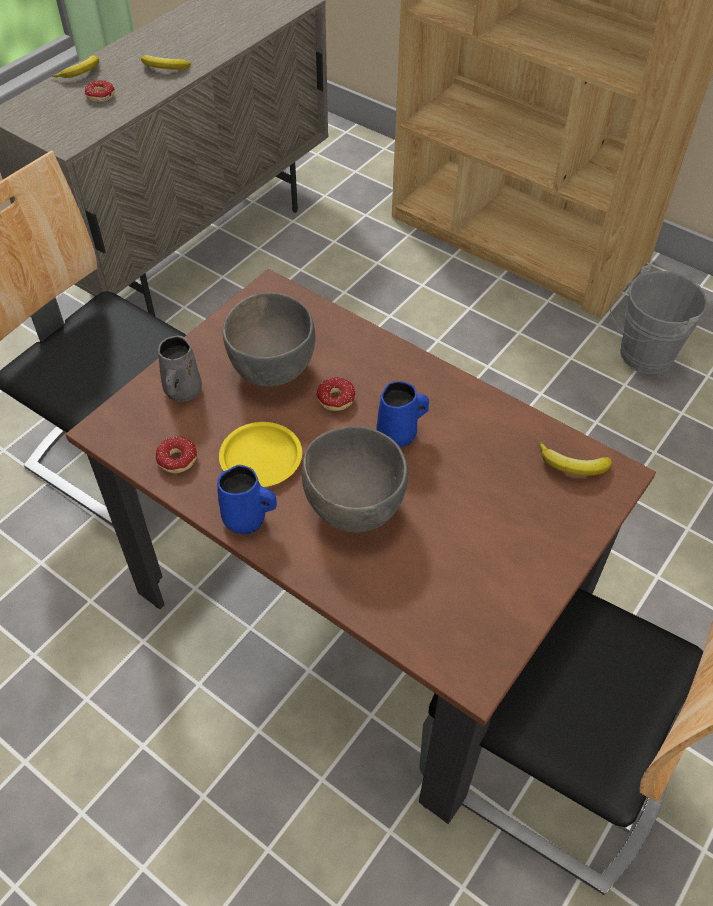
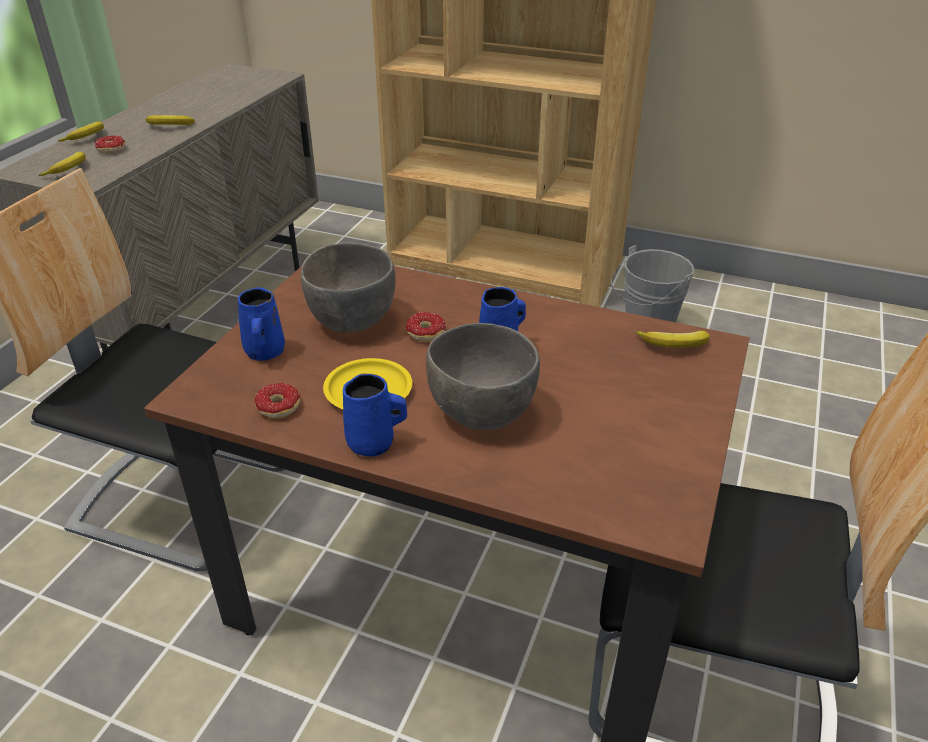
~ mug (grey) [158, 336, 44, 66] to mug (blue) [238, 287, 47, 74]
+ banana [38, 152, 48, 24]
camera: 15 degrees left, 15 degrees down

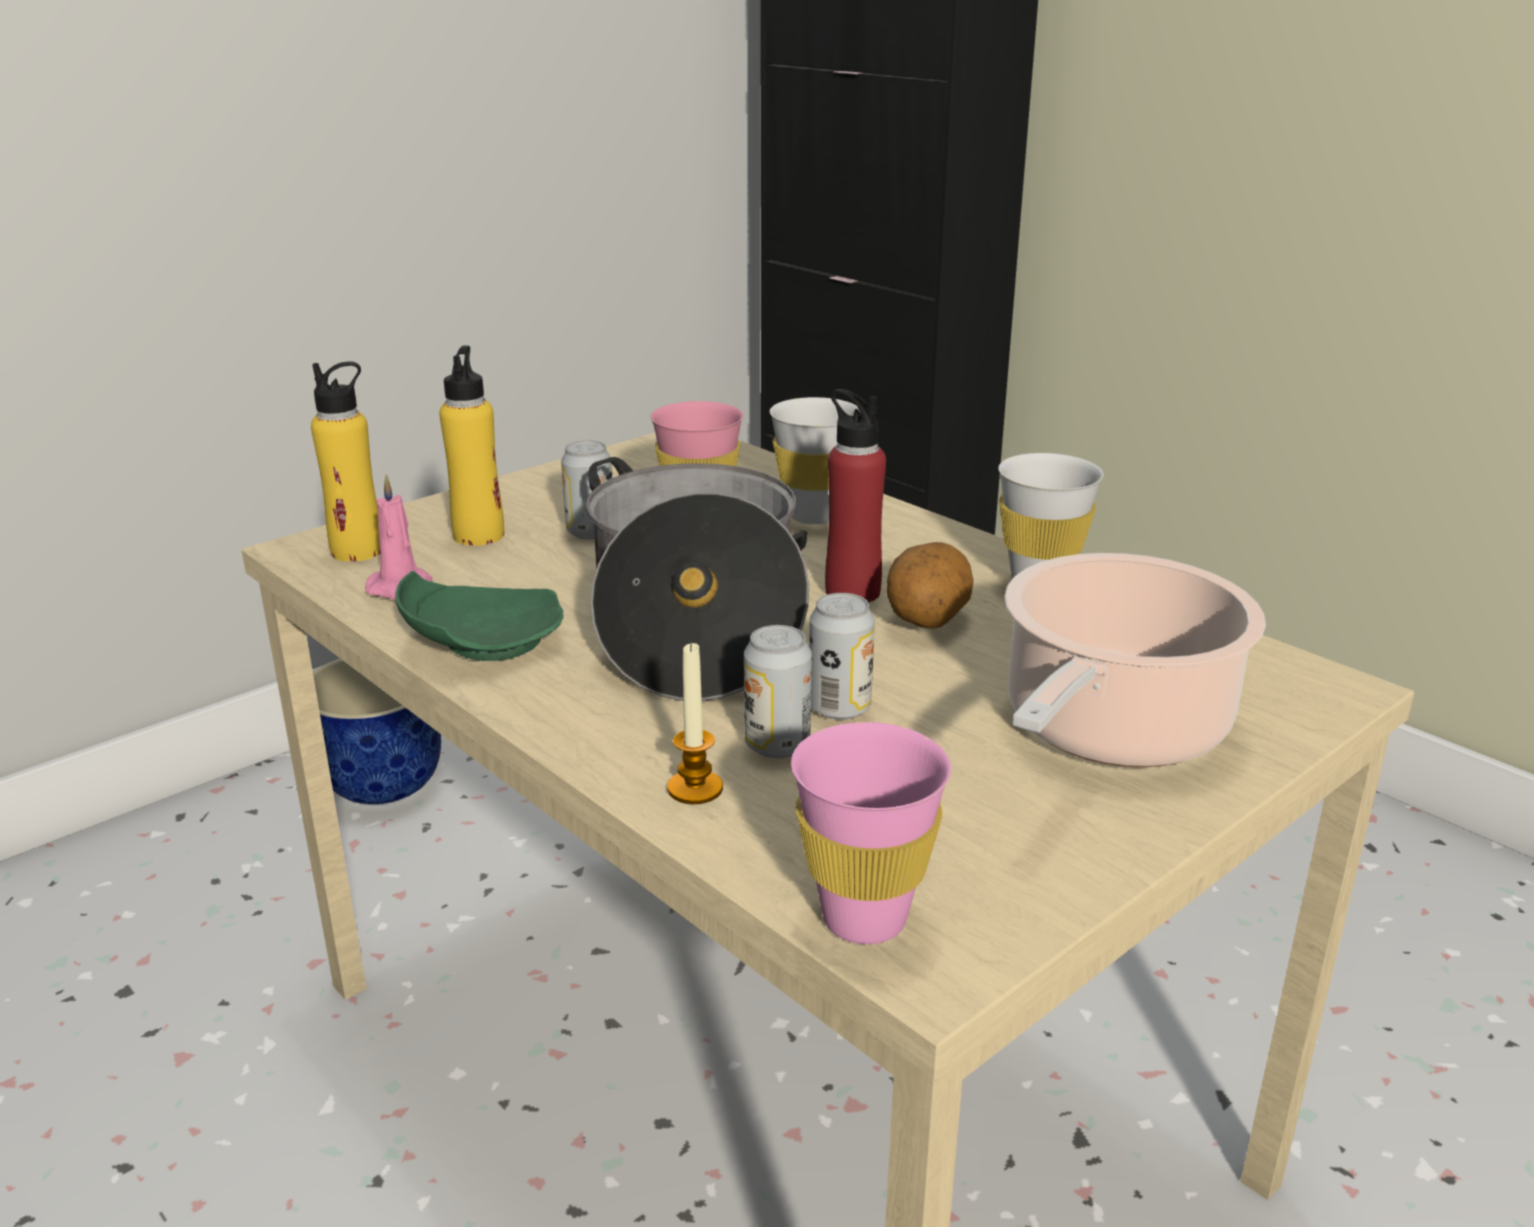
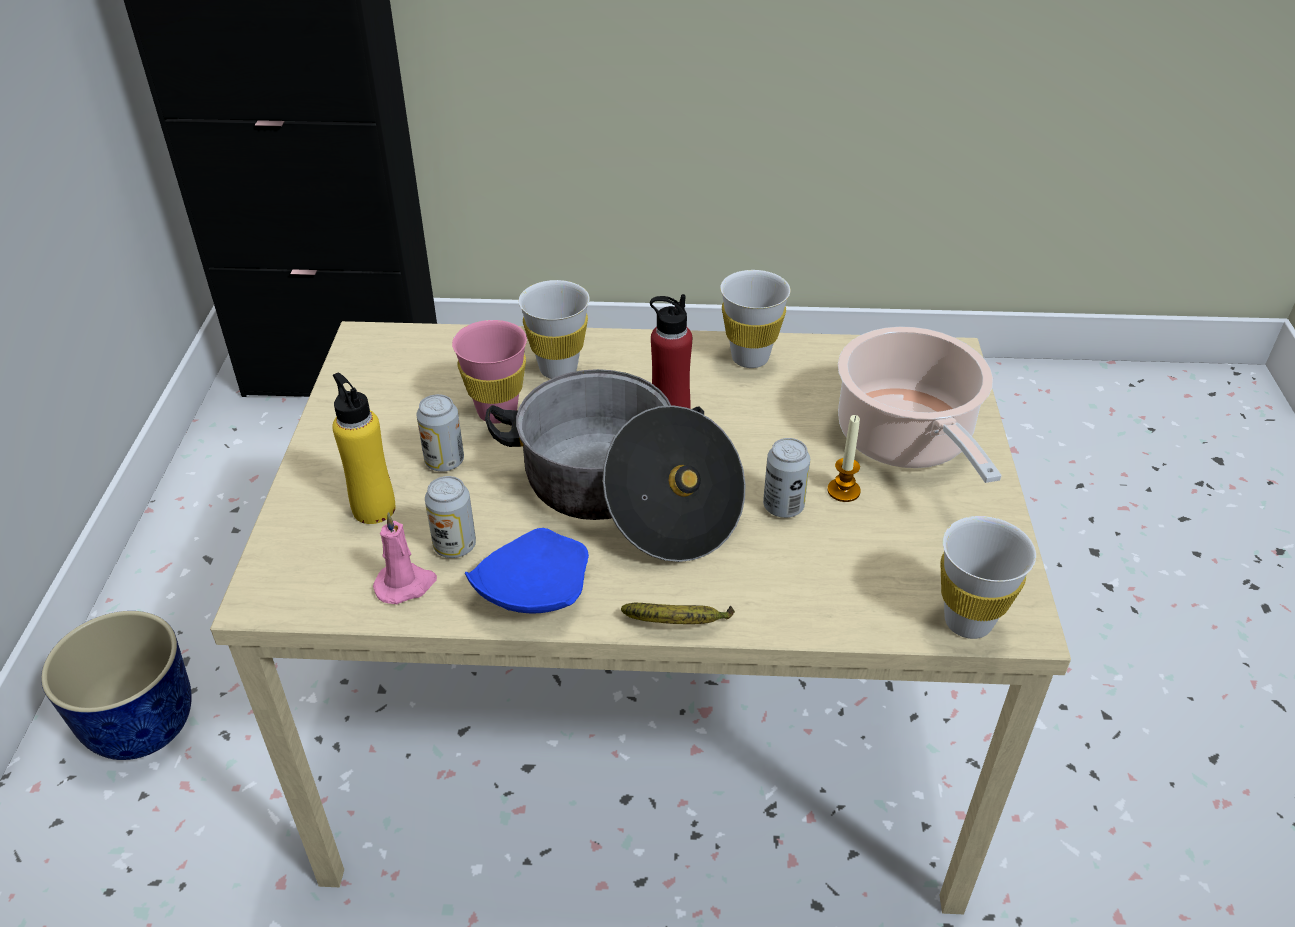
- bottle (yellow) [311, 361, 69, 200]
~ plate (green) [395, 571, 169, 90] to plate (blue) [465, 528, 124, 85]
~ candle [667, 642, 56, 162] to [827, 415, 34, 87]
~ can [744, 625, 68, 133] to [425, 476, 51, 82]
~ cup (pink) [791, 722, 160, 222] to cup (white) [940, 516, 96, 123]
- potato [886, 542, 88, 87]
+ banana [621, 603, 114, 21]
camera: 45 degrees left, 15 degrees up

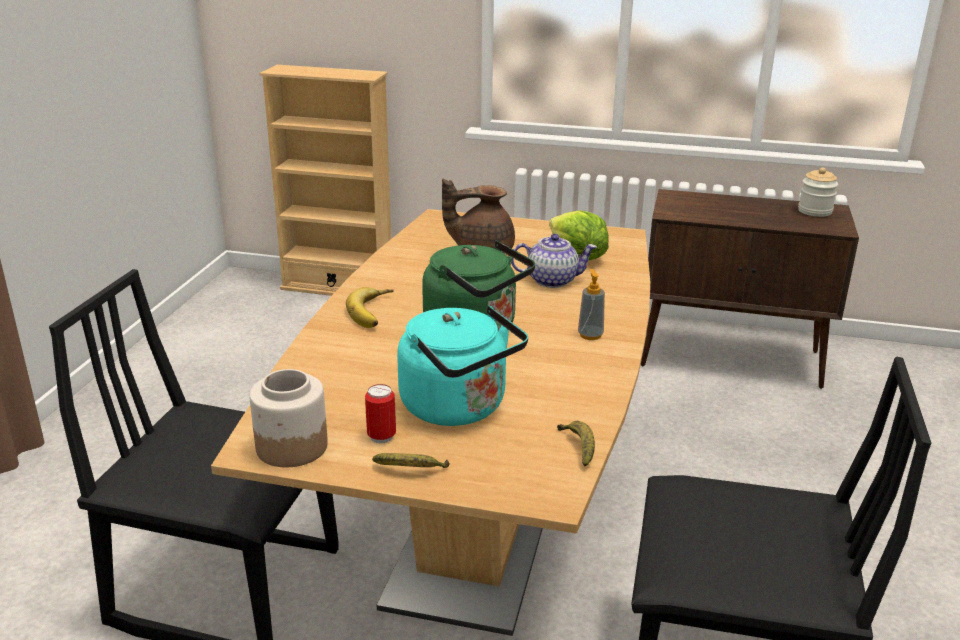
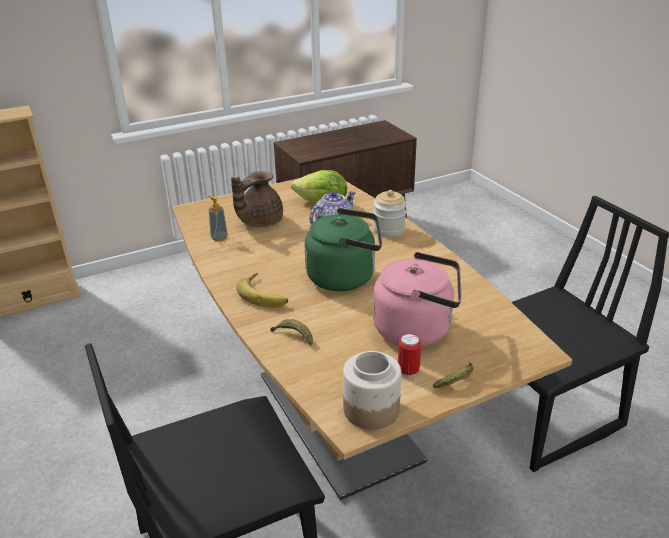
~ kettle (turquoise) [397, 306, 131, 120] to kettle (pink) [373, 252, 89, 95]
~ banana [557, 421, 38, 46] to [270, 319, 43, 26]
~ soap dispenser [578, 269, 27, 71] to [208, 195, 20, 46]
~ jar [798, 167, 40, 50] to [373, 190, 34, 47]
camera: 40 degrees left, 5 degrees up

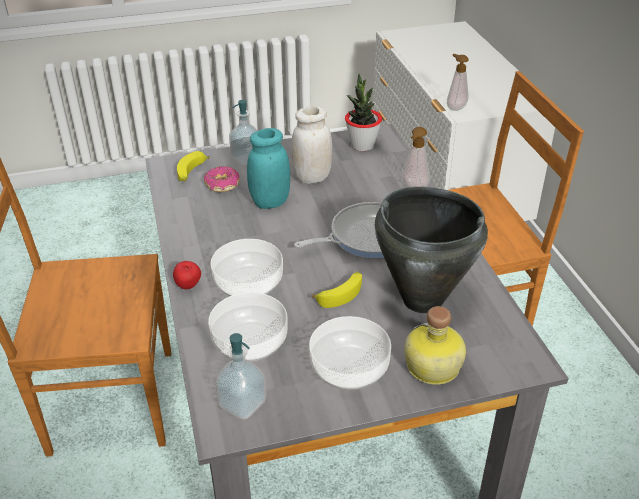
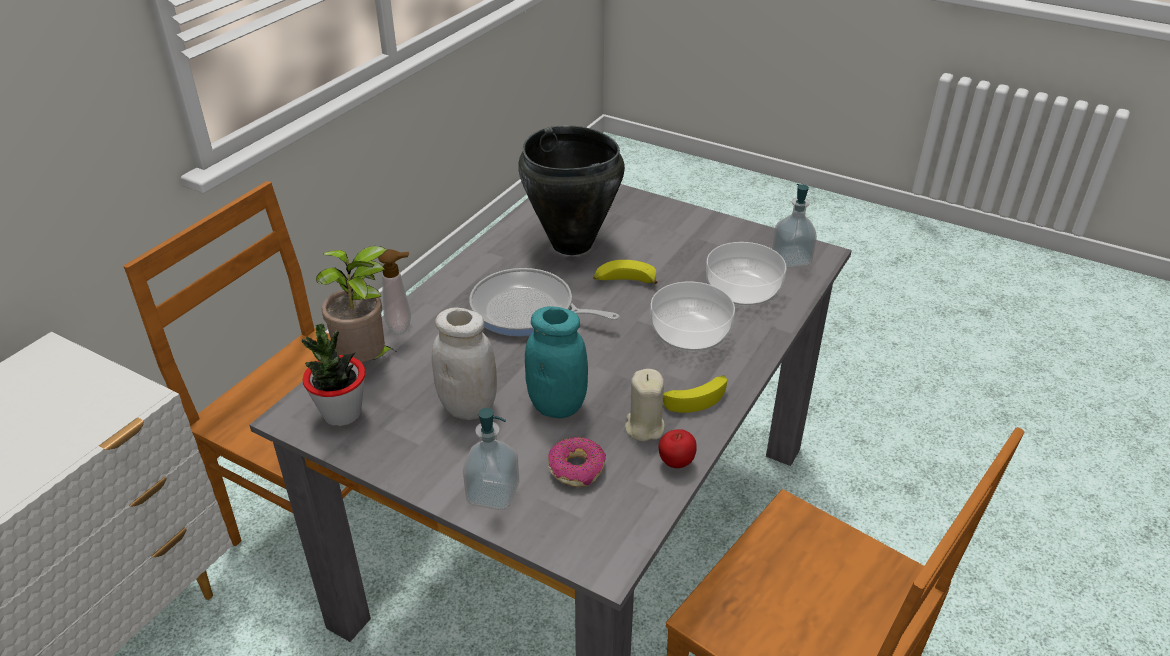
~ apple [173, 261, 28, 28] to [659, 429, 38, 39]
~ banana [177, 151, 32, 30] to [663, 375, 64, 38]
- bowl [309, 316, 82, 74]
- bottle [404, 306, 62, 79]
- soap dispenser [447, 54, 22, 57]
+ potted plant [316, 246, 82, 117]
+ candle (beige) [625, 369, 40, 73]
camera: 135 degrees left, 0 degrees up

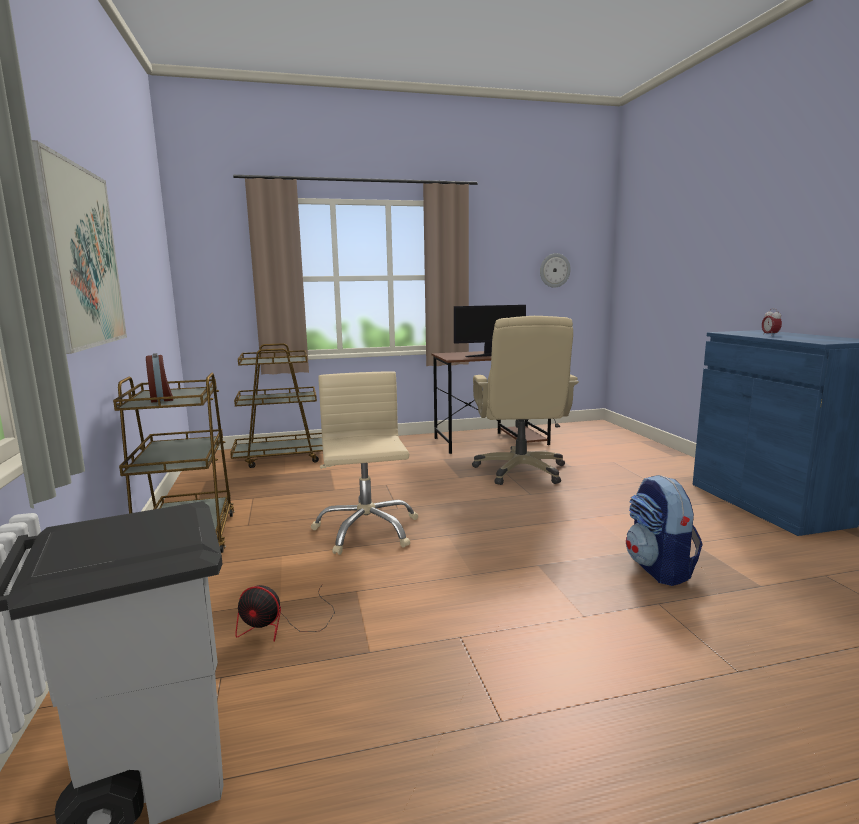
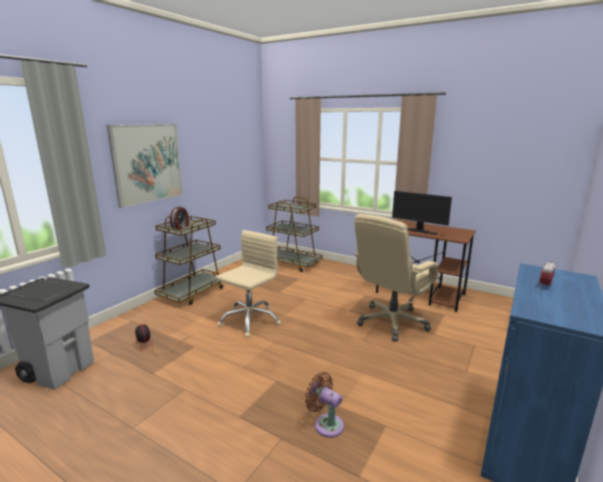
- wall clock [540, 253, 31, 35]
~ backpack [626, 475, 77, 111] to fan (brown) [305, 372, 39, 66]
camera: 45 degrees right, 5 degrees up

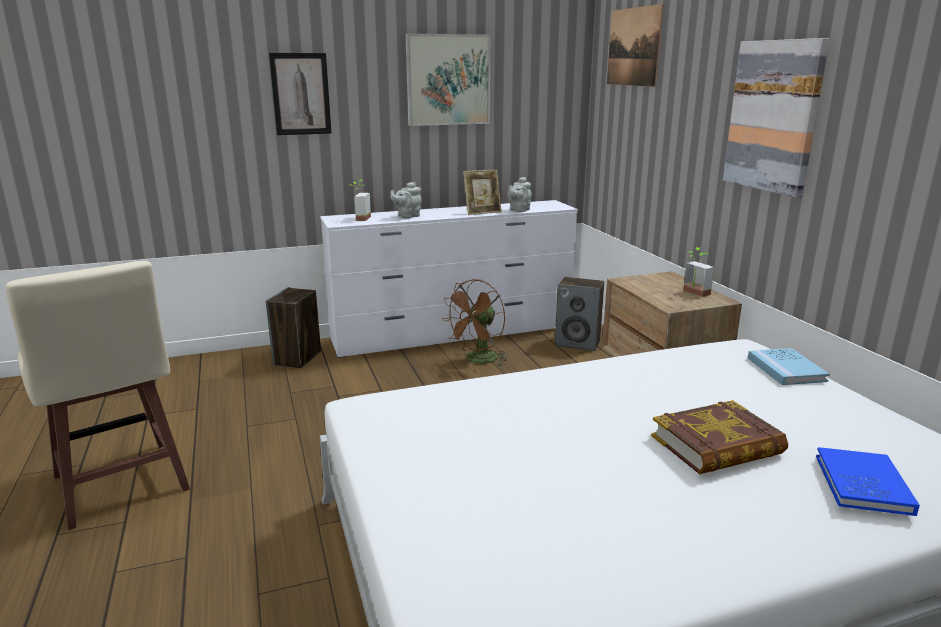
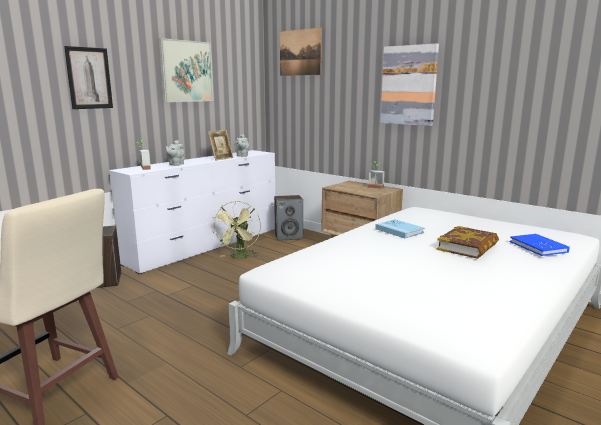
~ fan (brown) [442, 279, 66, 87] to fan (green) [213, 201, 48, 57]
~ book (blue) [748, 348, 82, 37] to [375, 219, 49, 19]
camera: 30 degrees left, 5 degrees down

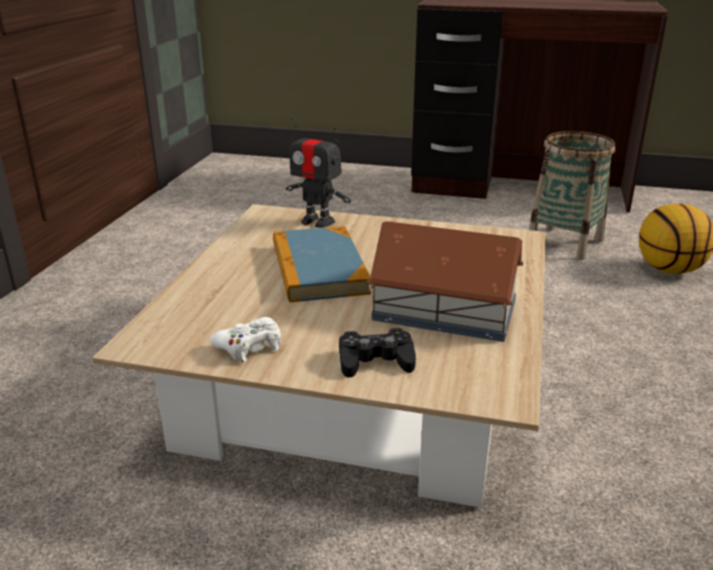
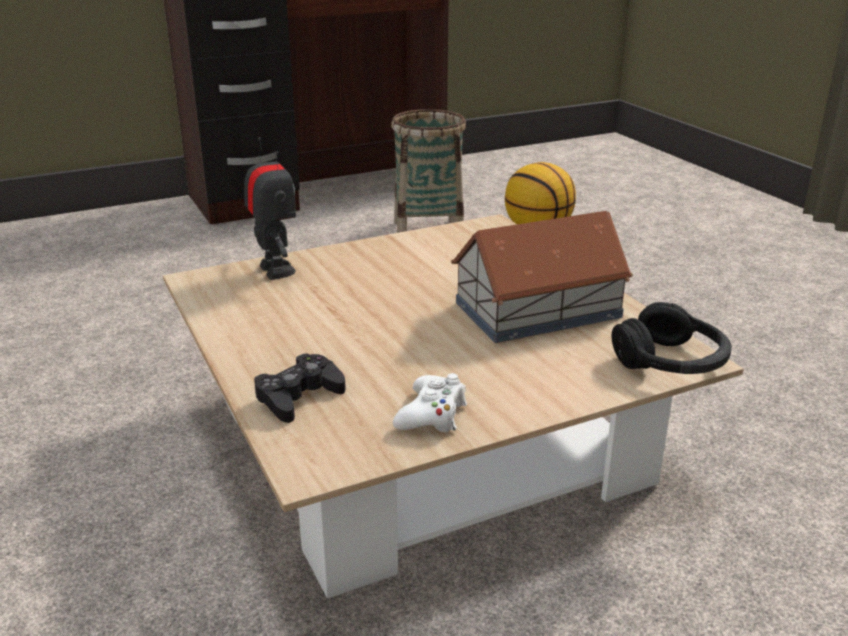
- book [273, 226, 98, 76]
~ toy robot [286, 117, 65, 111] = [244, 137, 52, 143] 105 degrees counterclockwise
~ game controller (black) [339, 328, 77, 49] to [254, 353, 92, 70]
+ headphones (black) [611, 302, 121, 72]
camera: 40 degrees left, 0 degrees up

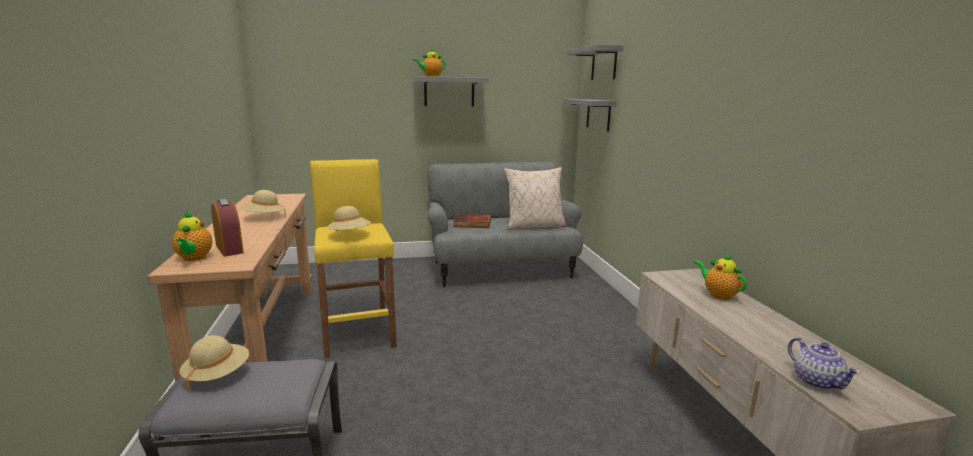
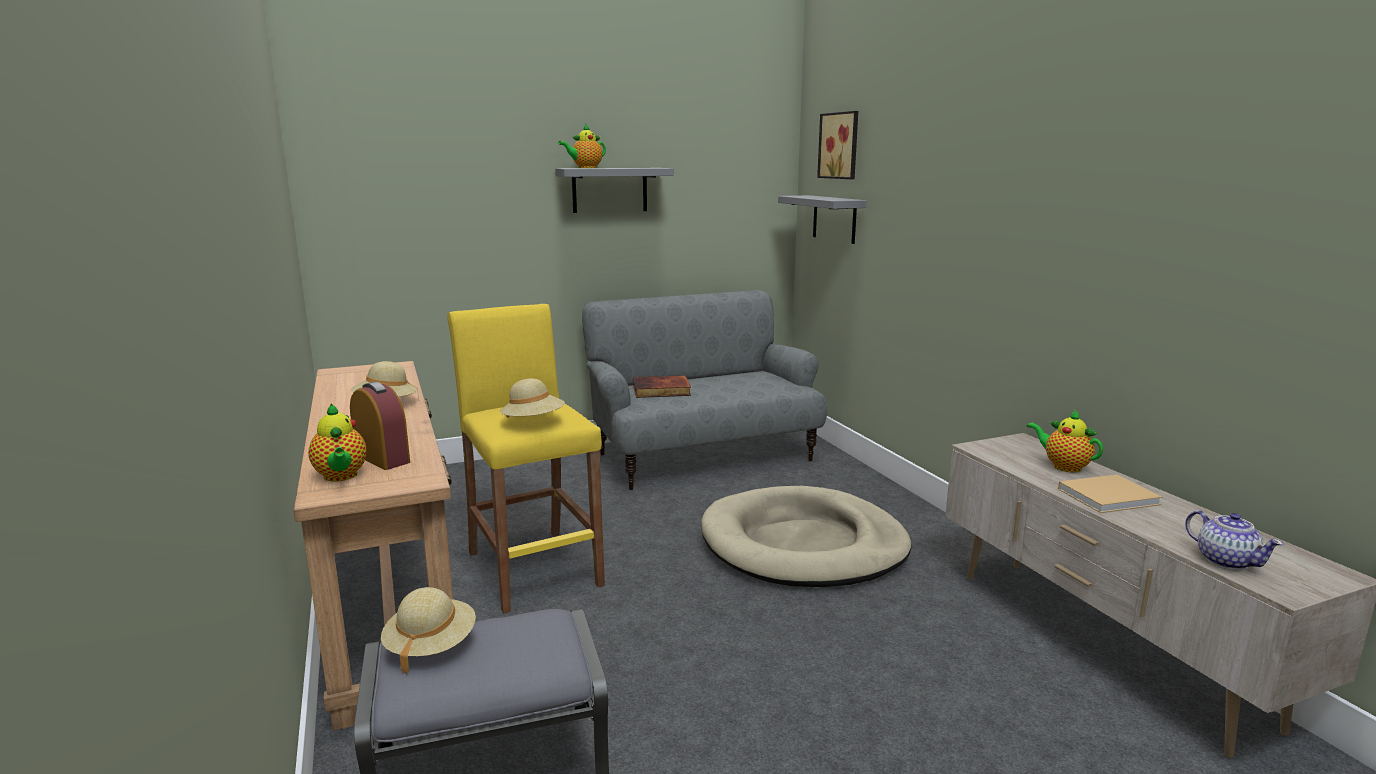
- pillow (beige) [504, 167, 62, 63]
~ shelf (grey) [567, 44, 56, 36] to picture [817, 111, 41, 68]
+ dog bed (beige) [701, 486, 210, 101]
+ book (beige) [1058, 474, 105, 39]
camera: 10 degrees left, 0 degrees up

